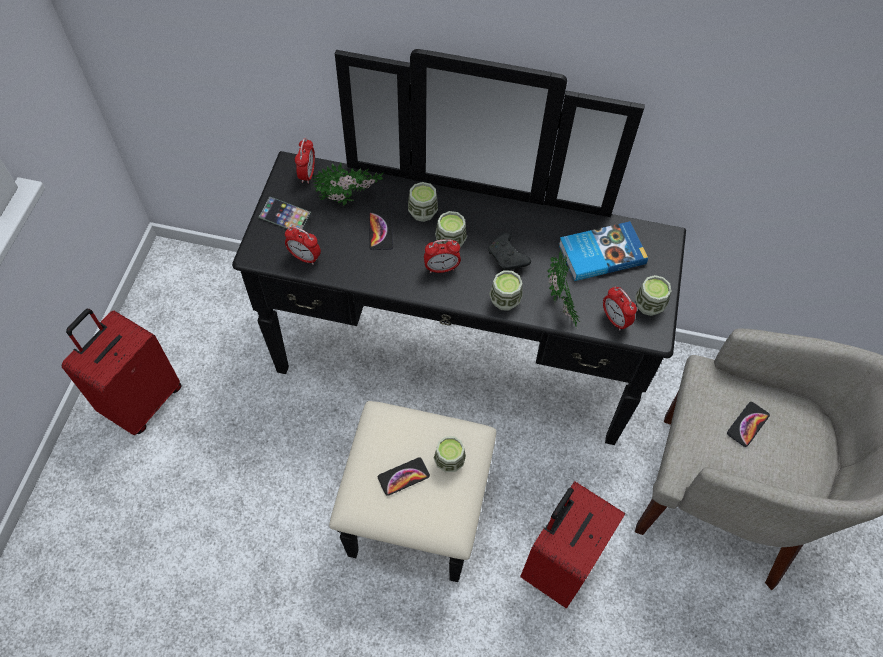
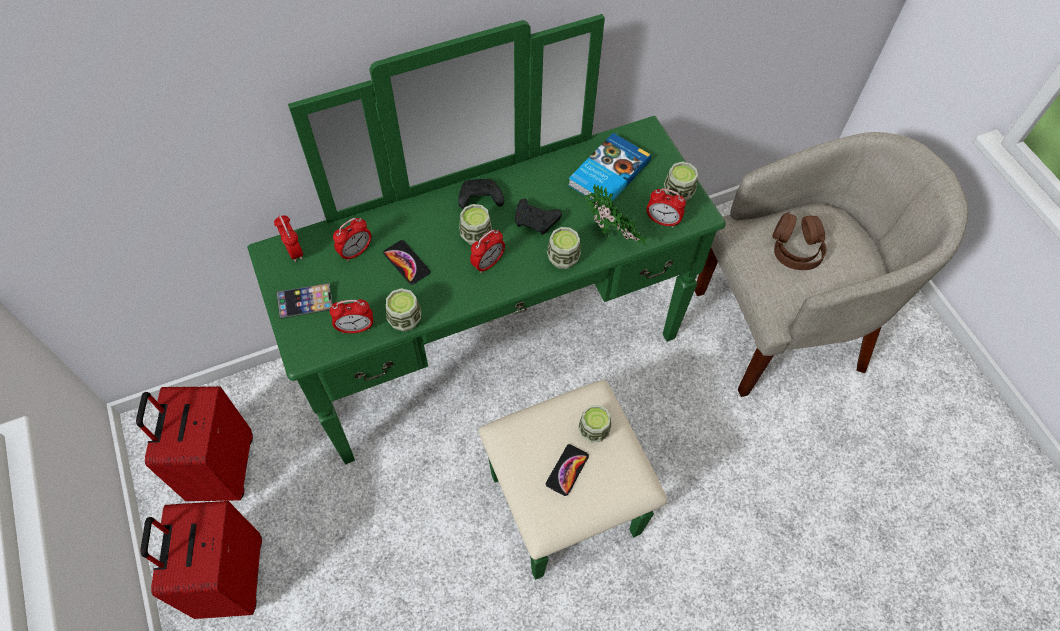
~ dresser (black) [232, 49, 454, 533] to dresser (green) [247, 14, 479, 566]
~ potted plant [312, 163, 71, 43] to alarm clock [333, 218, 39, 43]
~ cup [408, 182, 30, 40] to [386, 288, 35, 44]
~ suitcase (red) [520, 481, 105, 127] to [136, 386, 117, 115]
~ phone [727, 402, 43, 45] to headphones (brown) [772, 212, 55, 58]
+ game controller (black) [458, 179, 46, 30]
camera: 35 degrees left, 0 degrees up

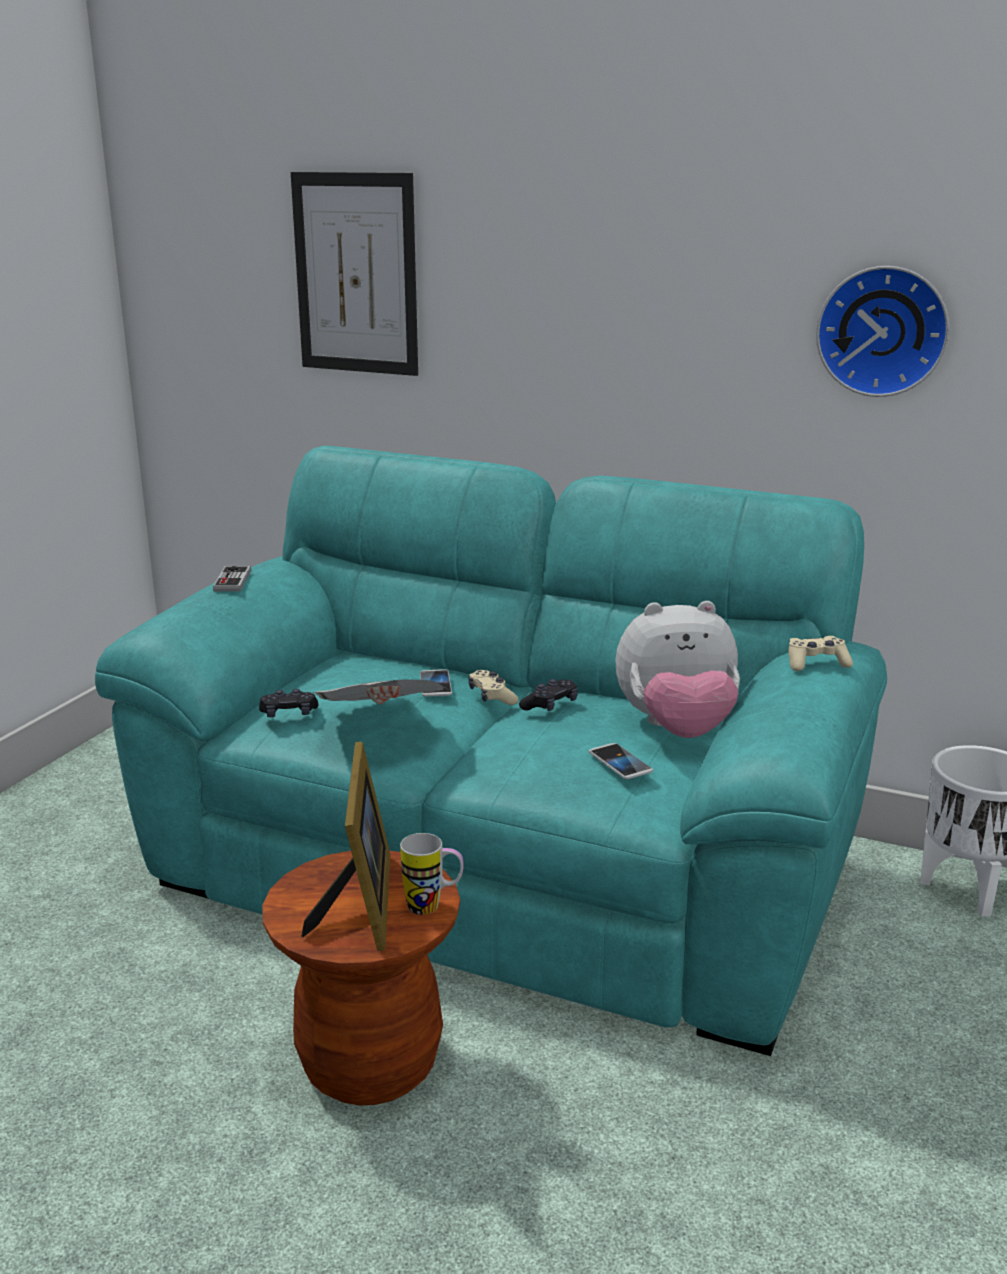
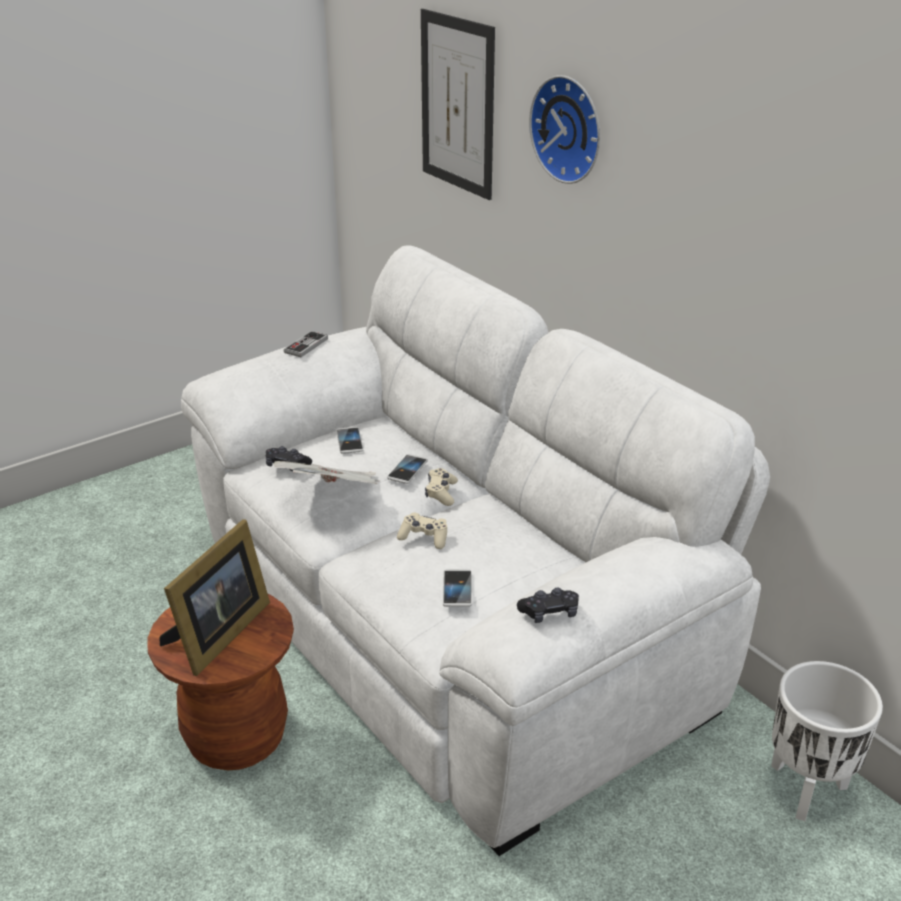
~ sofa (turquoise) [95, 446, 792, 610] to sofa (white) [181, 245, 589, 611]
- mug [400, 833, 64, 82]
~ game controller (black) [519, 679, 58, 32] to [517, 588, 62, 35]
- plush toy [615, 601, 125, 137]
~ game controller (beige) [788, 636, 65, 35] to [397, 512, 50, 37]
~ wall clock [816, 266, 133, 131] to [529, 75, 71, 109]
+ phone [336, 427, 27, 26]
camera: 30 degrees right, 10 degrees up

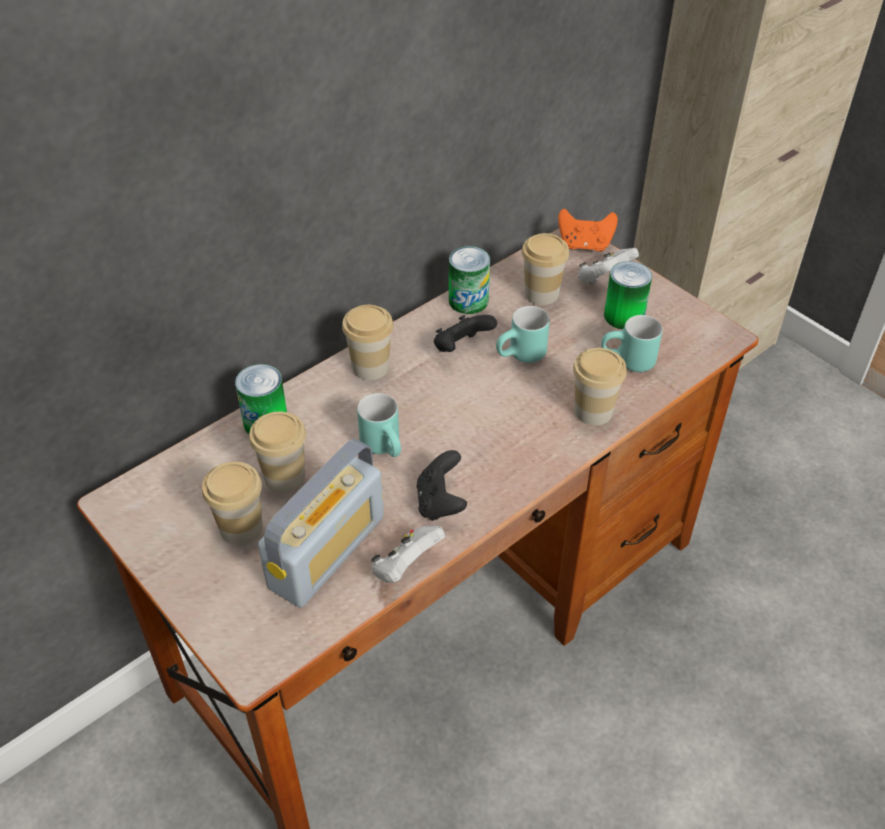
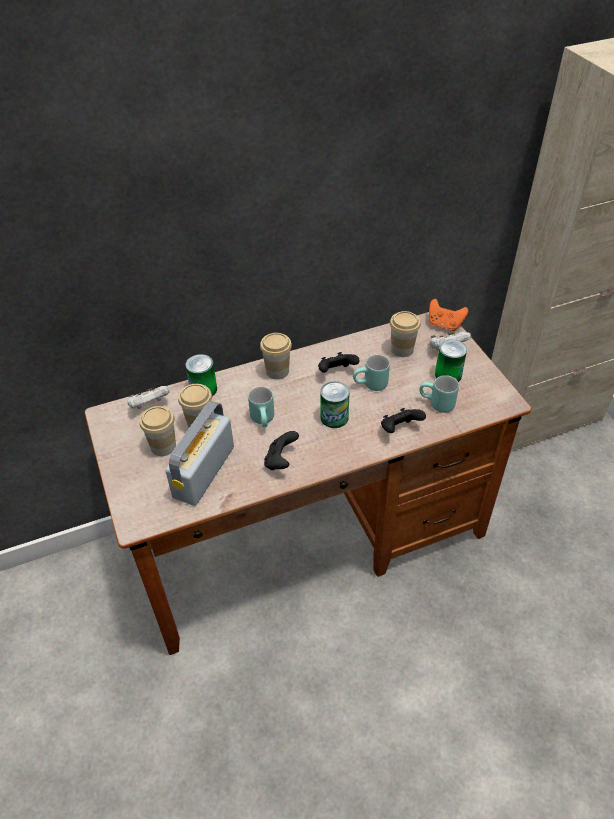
~ radio [258, 438, 126, 169] = [165, 401, 69, 105] 150 degrees clockwise
~ game controller (white) [371, 526, 75, 57] to [127, 386, 43, 23]
~ can [449, 246, 41, 68] to [320, 381, 30, 47]
~ cup [573, 348, 54, 78] to game controller (black) [381, 408, 45, 25]
camera: 20 degrees right, 0 degrees up

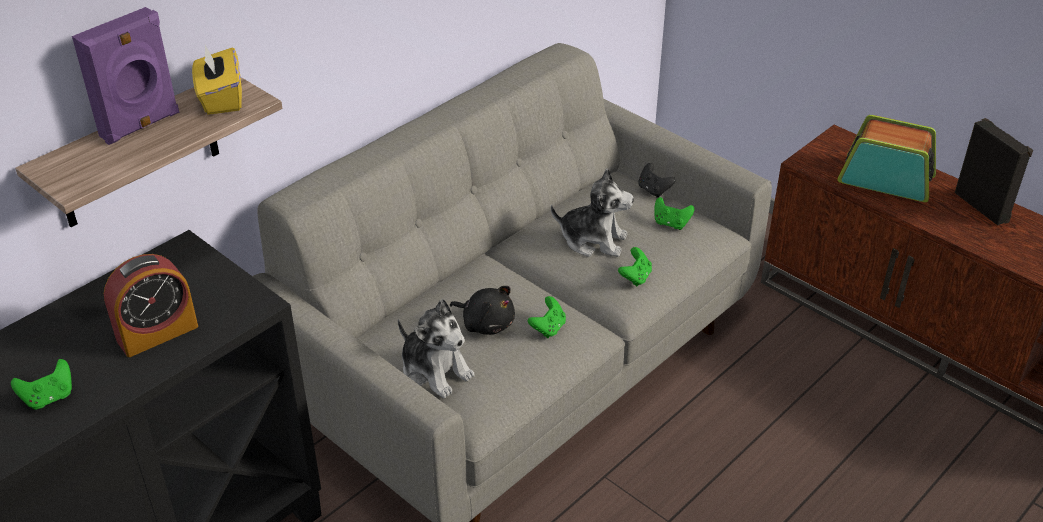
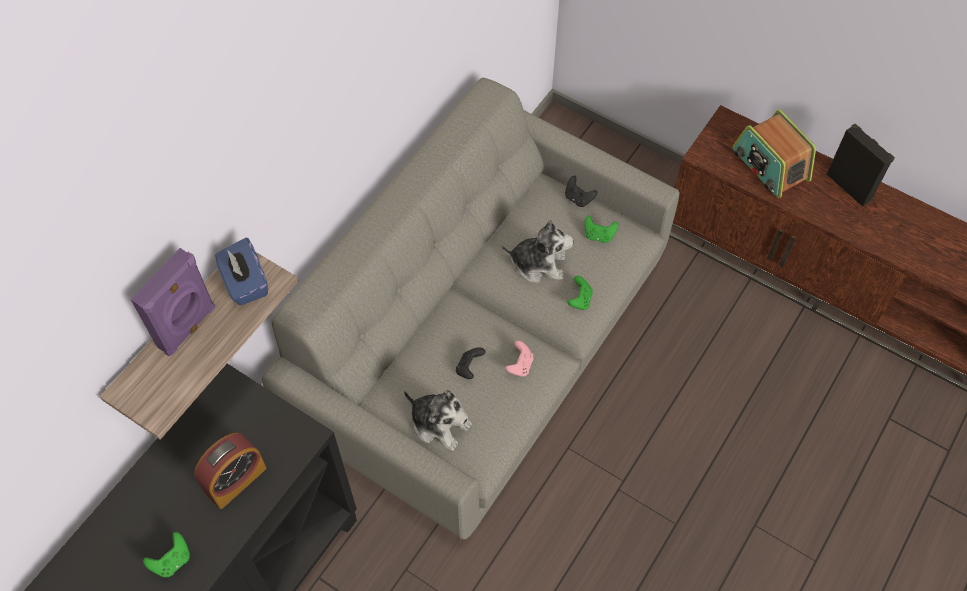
~ tissue box (yellow) [192, 45, 50, 70] to tissue box (blue) [215, 238, 53, 67]
~ plush toy (black) [450, 286, 65, 49] to game controller (black) [456, 347, 29, 32]
~ game controller (green) [528, 296, 38, 42] to game controller (pink) [505, 341, 28, 36]
~ radio [838, 115, 98, 87] = [733, 110, 83, 88] 135 degrees counterclockwise
camera: 10 degrees left, 20 degrees up

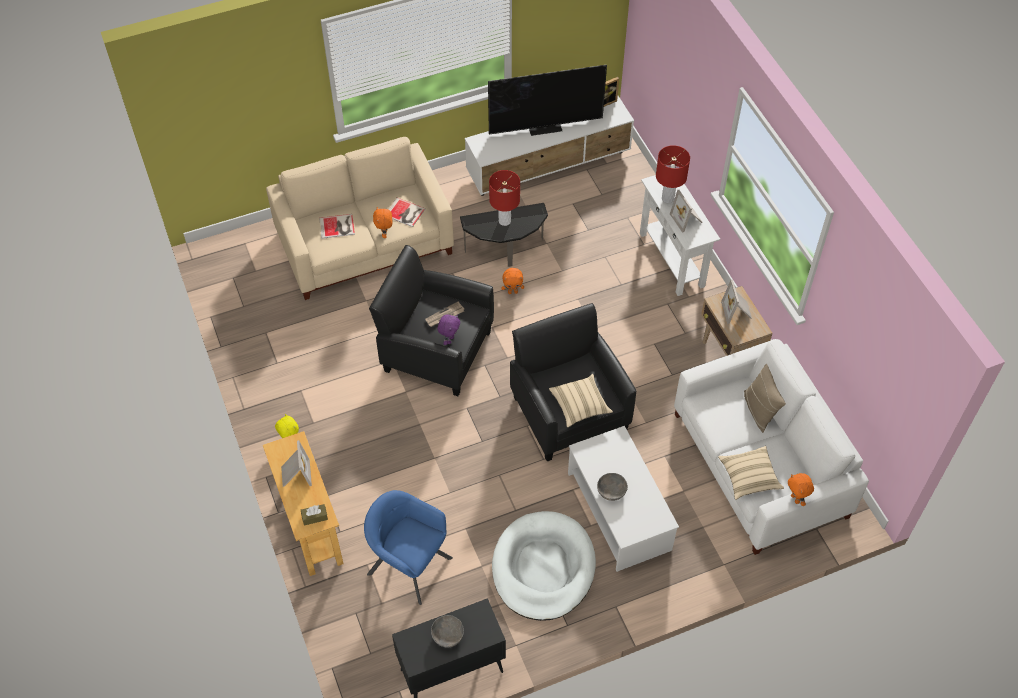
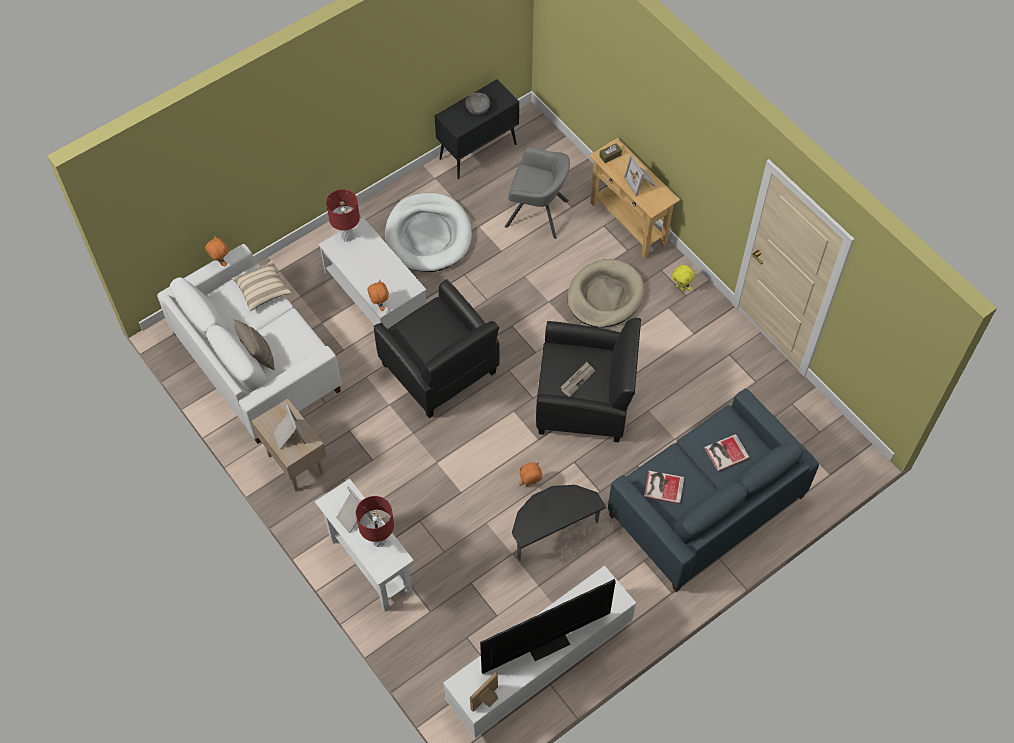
~ sofa (beige) [266, 137, 188, 163] to sofa (blue) [608, 388, 211, 204]
~ armchair (blue) [364, 490, 89, 115] to armchair (grey) [505, 147, 65, 92]
~ plush toy (orange) [373, 207, 19, 31] to [367, 279, 22, 32]
- plush toy (purple) [437, 314, 23, 31]
~ table lamp (red) [489, 170, 31, 56] to [326, 189, 34, 53]
- pillow (beige) [549, 374, 64, 53]
- bowl (grey) [597, 473, 31, 28]
+ dog bed (beige) [567, 259, 77, 69]
camera: 165 degrees right, 5 degrees up

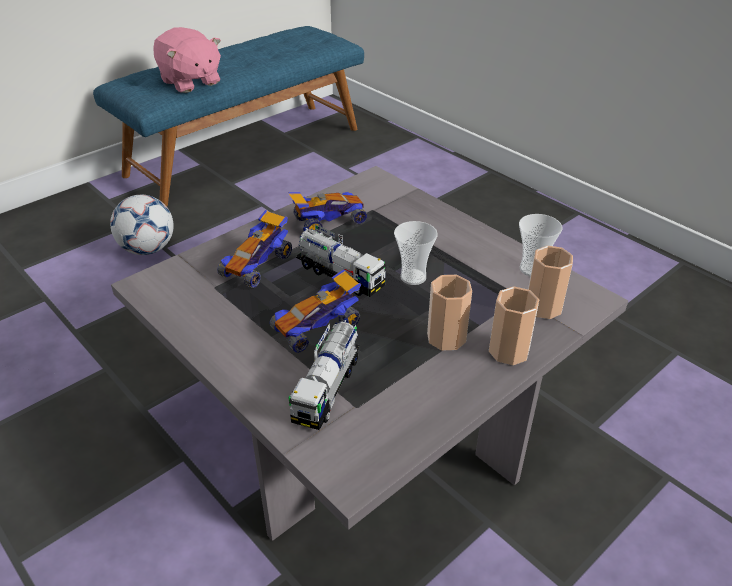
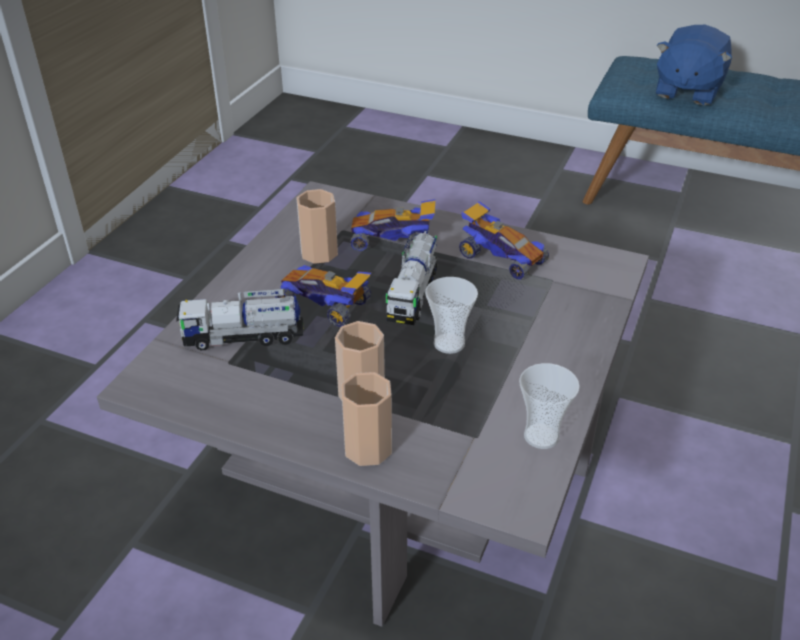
- football [110, 195, 64, 60]
~ plush toy (pink) [153, 27, 68, 66] to plush toy (blue) [656, 25, 76, 80]
~ cup [528, 246, 45, 73] to [296, 189, 42, 75]
camera: 65 degrees right, 0 degrees up

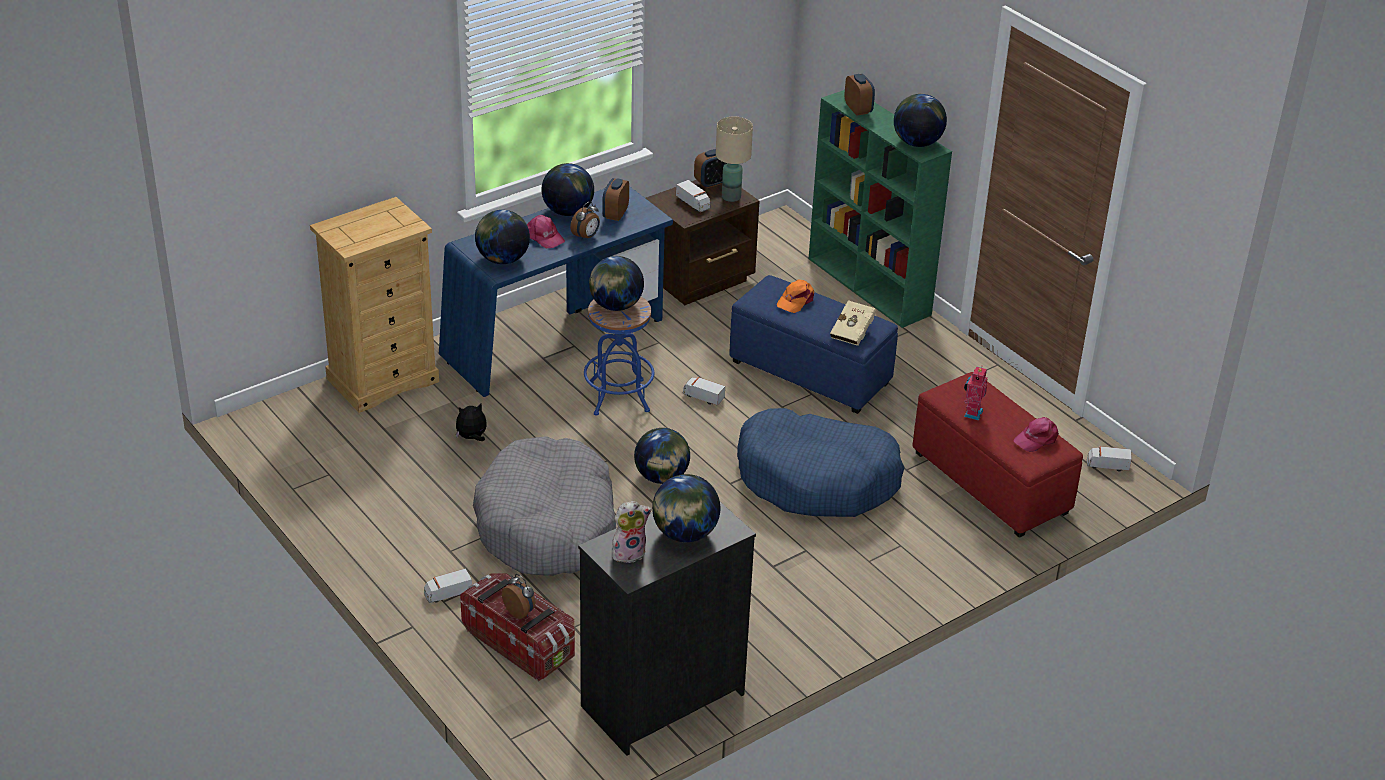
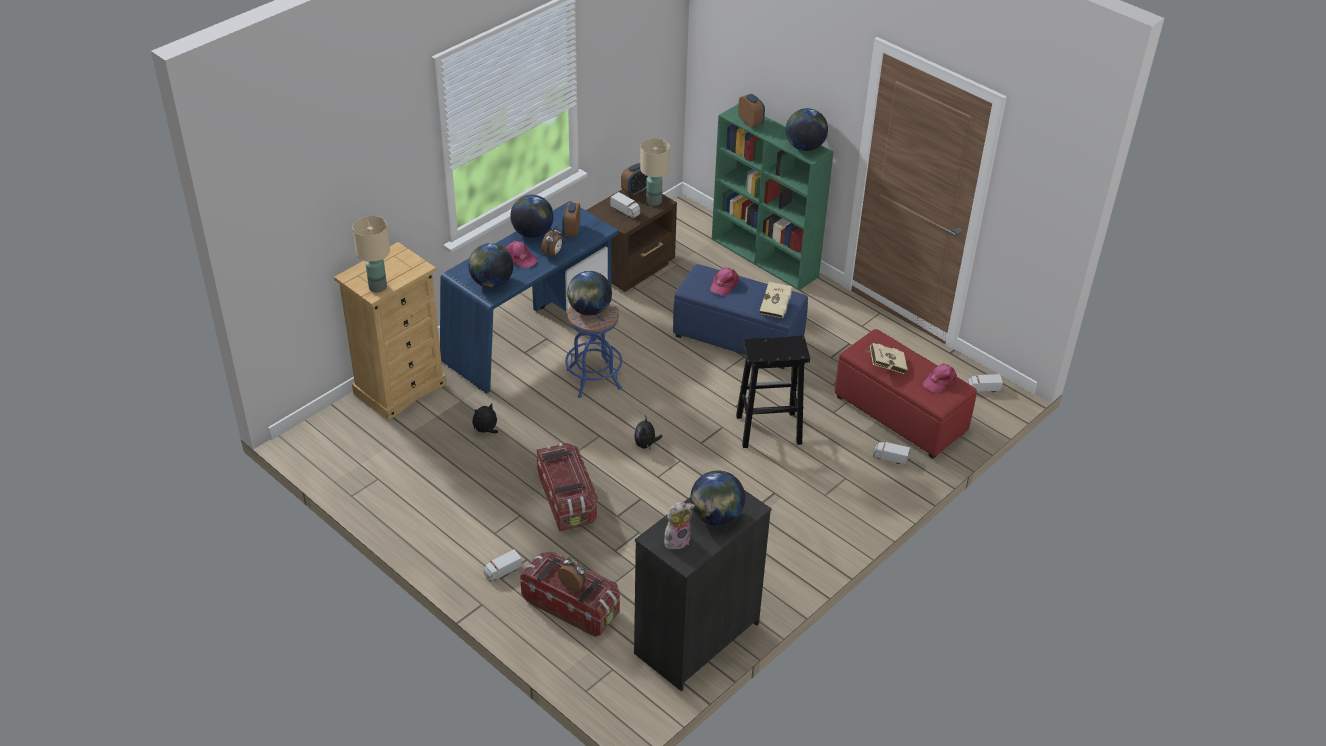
~ dog bed (grey) [473, 436, 143, 140] to storage box [537, 443, 61, 89]
~ globe [634, 428, 56, 56] to plush toy [634, 415, 29, 35]
~ toy truck [683, 377, 42, 29] to [873, 441, 37, 24]
~ dog bed (blue) [737, 408, 168, 109] to stool (black) [736, 335, 74, 113]
~ cap (orange) [777, 280, 37, 33] to cap (pink) [710, 267, 28, 29]
~ toy robot [964, 366, 24, 55] to book (beige) [866, 343, 42, 31]
+ table lamp (beige) [353, 216, 37, 77]
camera: 10 degrees left, 5 degrees up

